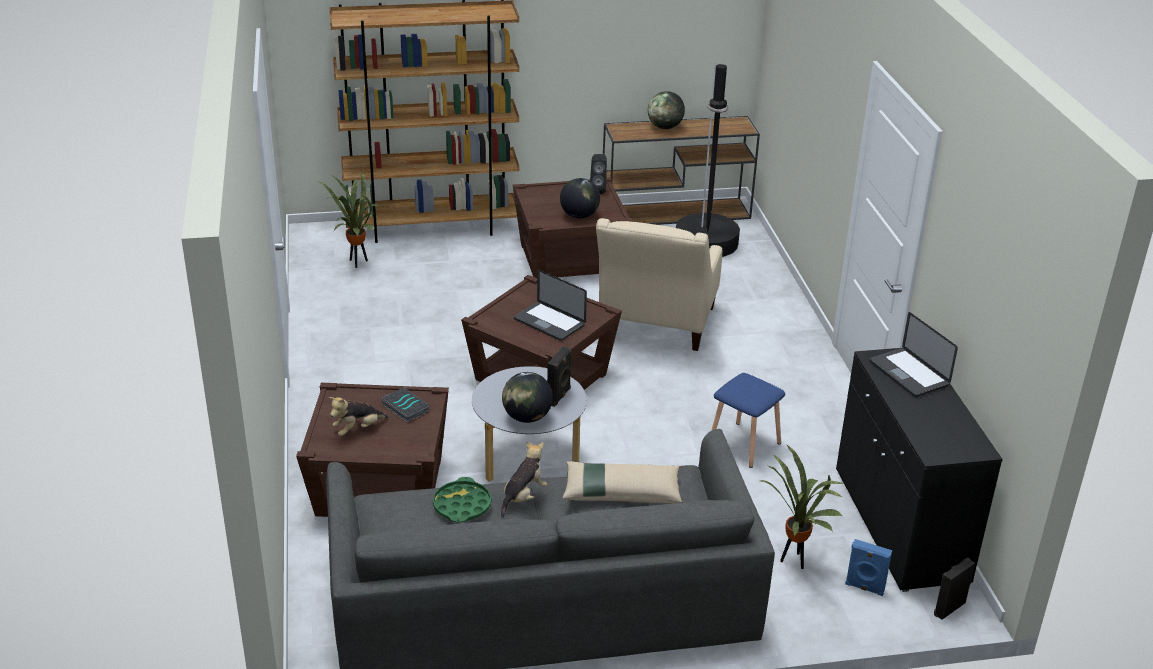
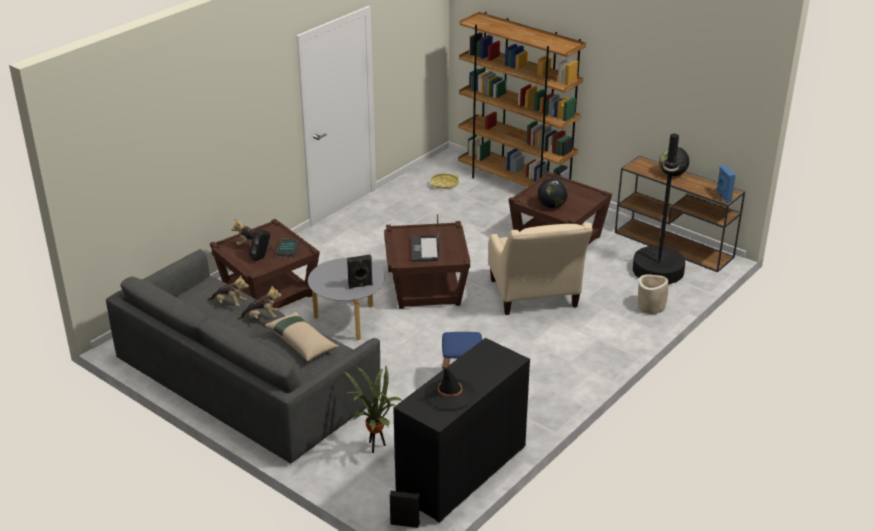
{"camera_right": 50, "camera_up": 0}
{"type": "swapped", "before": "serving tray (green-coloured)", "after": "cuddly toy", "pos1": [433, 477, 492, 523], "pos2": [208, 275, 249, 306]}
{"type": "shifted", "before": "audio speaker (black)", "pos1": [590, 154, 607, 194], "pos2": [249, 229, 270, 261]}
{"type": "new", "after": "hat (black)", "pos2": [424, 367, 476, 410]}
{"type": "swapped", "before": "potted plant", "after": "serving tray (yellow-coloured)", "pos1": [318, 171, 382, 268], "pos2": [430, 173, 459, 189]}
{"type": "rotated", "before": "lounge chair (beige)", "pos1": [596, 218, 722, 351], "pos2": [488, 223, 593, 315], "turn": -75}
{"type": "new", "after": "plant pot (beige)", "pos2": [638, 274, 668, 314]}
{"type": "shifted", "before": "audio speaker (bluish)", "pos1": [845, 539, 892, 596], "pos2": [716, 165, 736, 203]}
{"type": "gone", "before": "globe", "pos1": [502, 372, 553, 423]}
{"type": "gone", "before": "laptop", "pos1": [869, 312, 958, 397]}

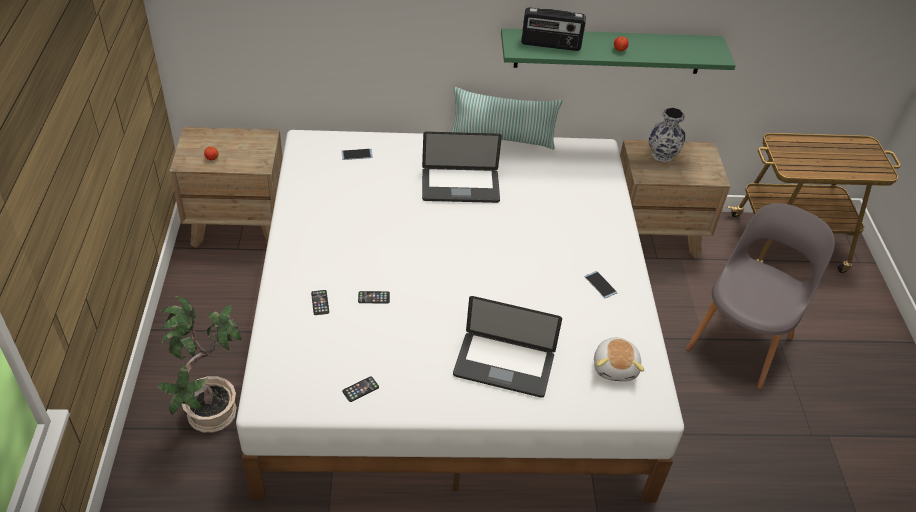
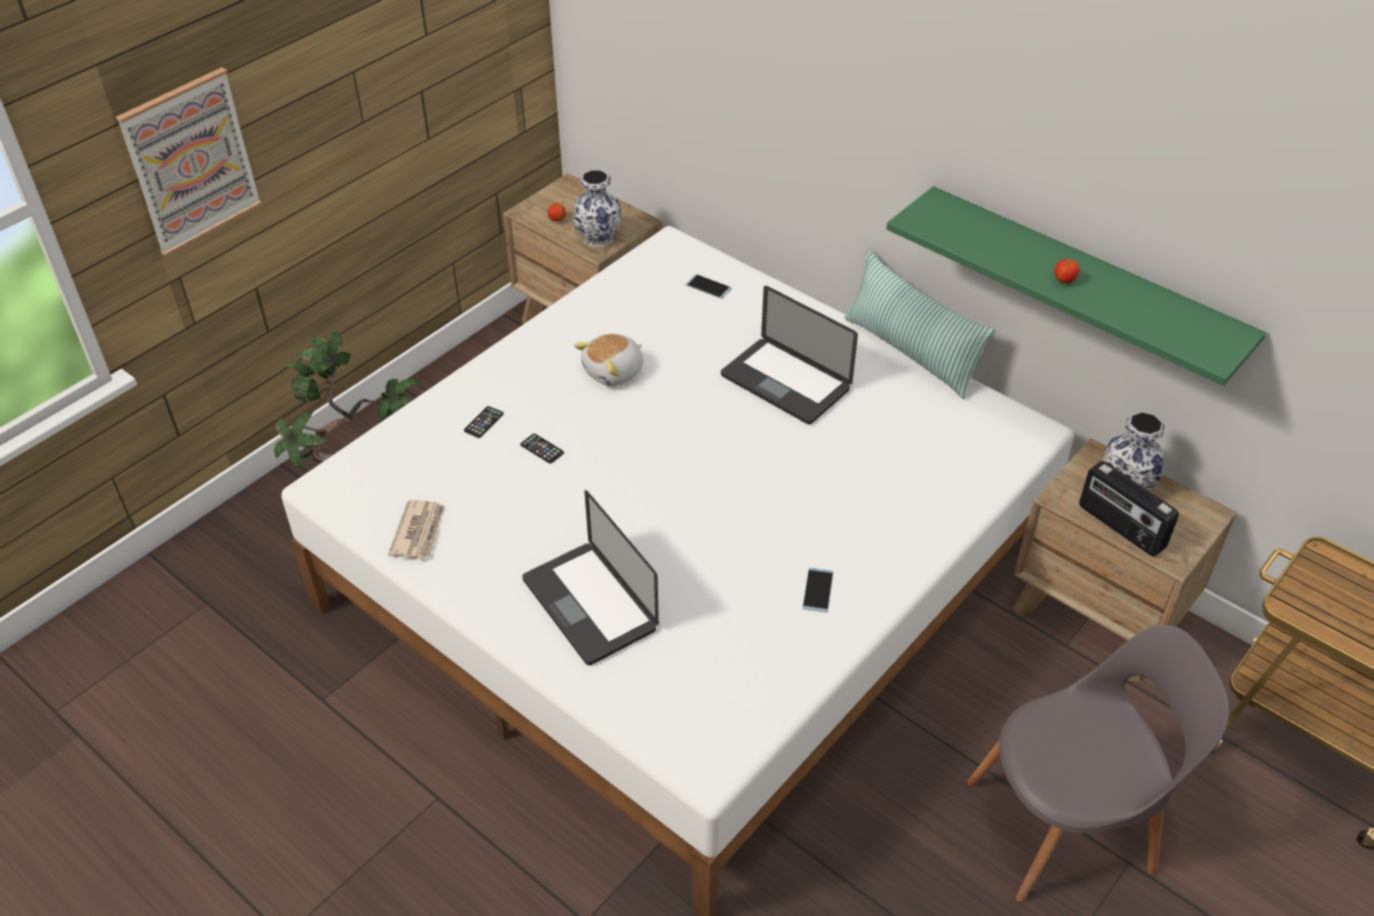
{"camera_right": 45, "camera_up": 0}
{"type": "new", "after": "wall art", "pos2": [116, 67, 262, 256]}
{"type": "swapped", "before": "telephone", "after": "printed paper", "pos1": [342, 376, 379, 402], "pos2": [388, 500, 444, 560]}
{"type": "new", "after": "vase", "pos2": [573, 170, 622, 247]}
{"type": "shifted", "before": "cuddly toy", "pos1": [594, 337, 644, 382], "pos2": [574, 334, 643, 386]}
{"type": "shifted", "before": "radio set", "pos1": [521, 7, 586, 51], "pos2": [1079, 461, 1179, 557]}

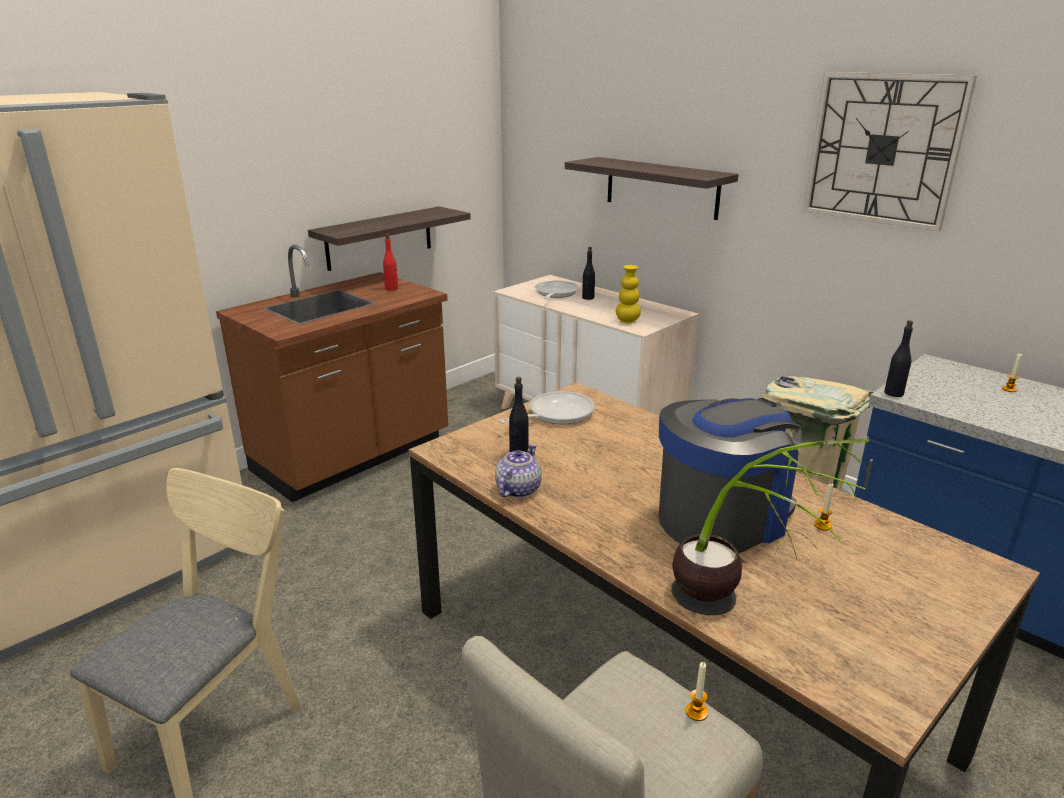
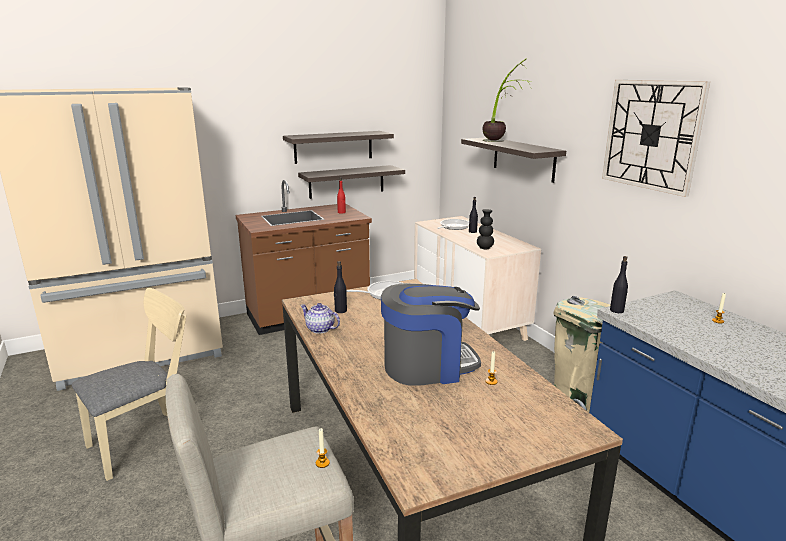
{"camera_right": 20, "camera_up": -5}
{"type": "new", "after": "bracket shelf", "pos2": [283, 131, 394, 164]}
{"type": "rotated", "before": "teapot", "pos1": [495, 444, 541, 498], "pos2": [300, 303, 340, 334], "turn": -105}
{"type": "repainted", "before": "vase (yellow-coloured)", "after": "vase (black)", "pos1": [616, 265, 641, 323], "pos2": [477, 209, 494, 249]}
{"type": "shifted", "before": "potted plant", "pos1": [671, 439, 869, 615], "pos2": [483, 58, 532, 142]}

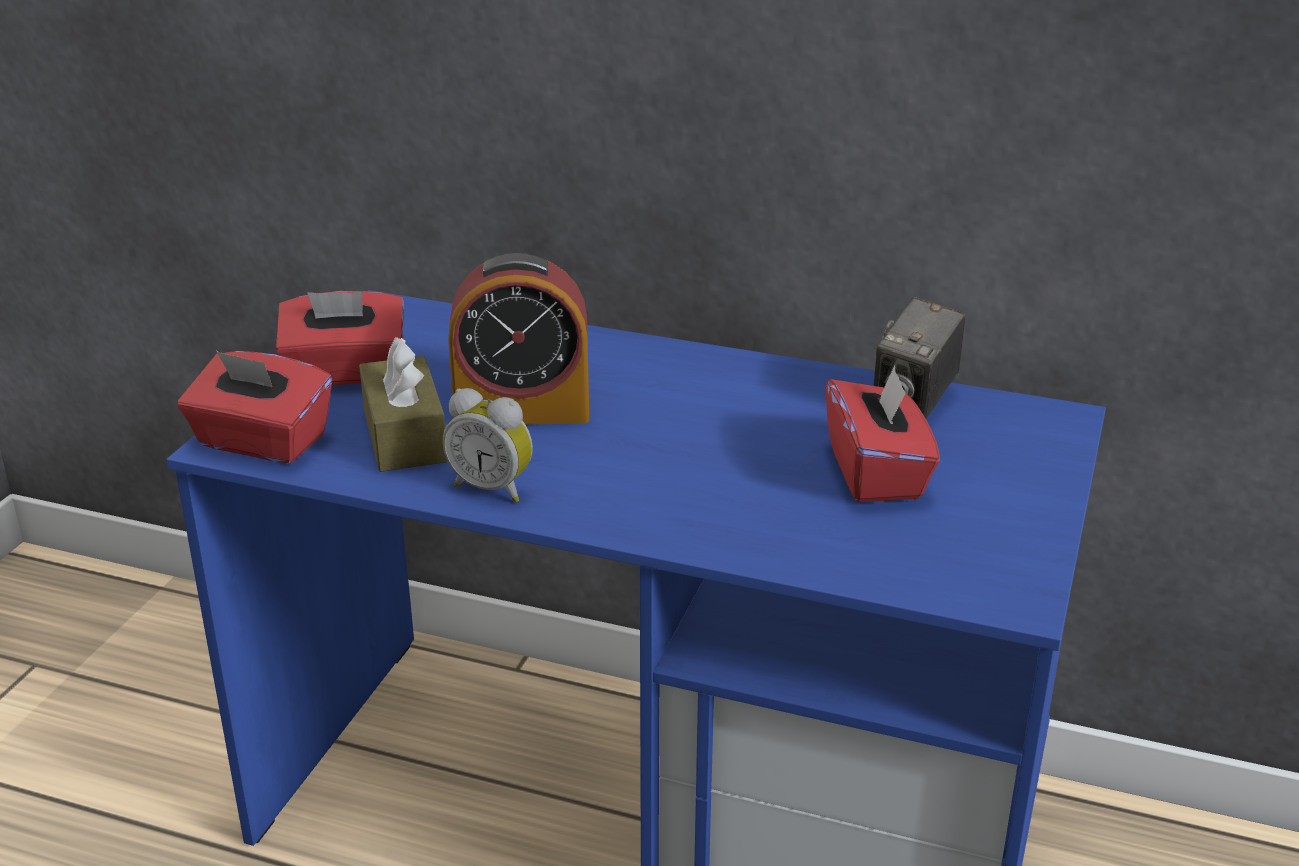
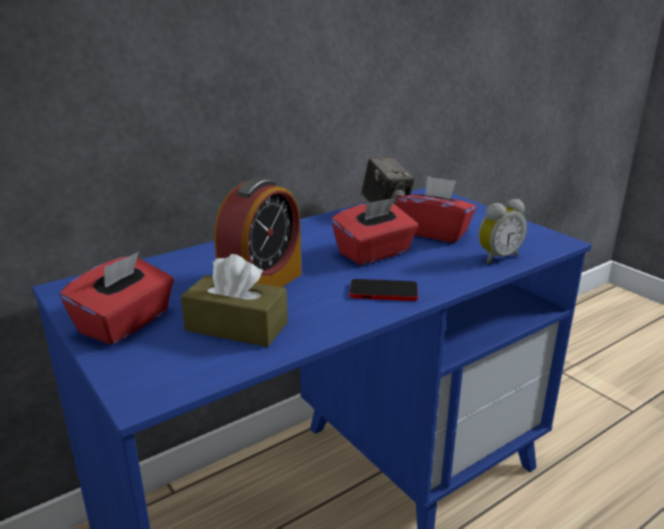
{"camera_right": -55, "camera_up": -5}
{"type": "shifted", "before": "box of tissues (red)", "pos1": [178, 351, 332, 463], "pos2": [331, 197, 418, 265]}
{"type": "new", "after": "telephone", "pos2": [349, 279, 418, 301]}
{"type": "shifted", "before": "table clock", "pos1": [443, 388, 533, 502], "pos2": [478, 199, 527, 264]}

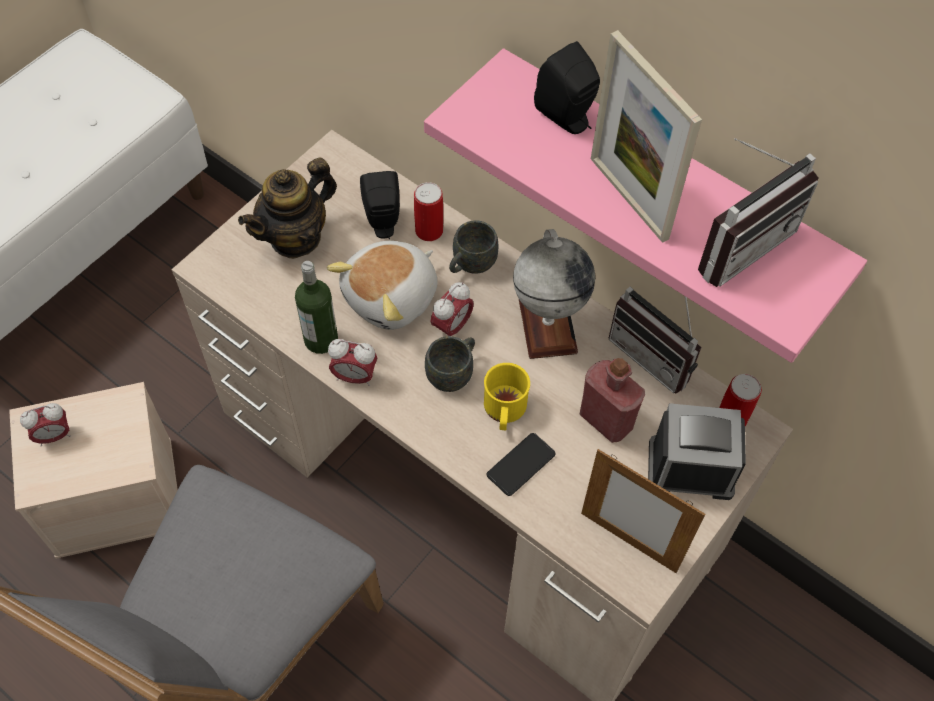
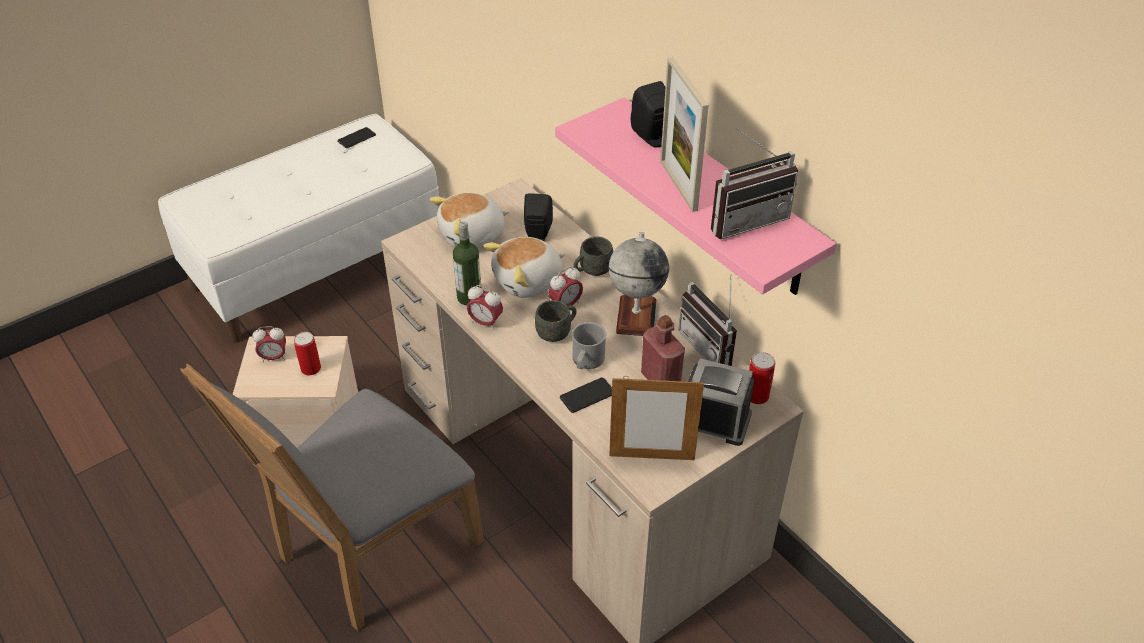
{"camera_right": 15, "camera_up": -15}
{"type": "shifted", "before": "sealed can", "pos1": [414, 182, 443, 241], "pos2": [294, 332, 321, 375]}
{"type": "new", "after": "telephone", "pos2": [337, 127, 376, 148]}
{"type": "swapped", "before": "teapot", "after": "cuddly toy", "pos1": [238, 157, 337, 259], "pos2": [430, 193, 509, 248]}
{"type": "repainted", "before": "tea mug (yellow-coloured)", "after": "tea mug (grey)", "pos1": [484, 363, 530, 430], "pos2": [572, 322, 606, 369]}
{"type": "rotated", "before": "picture frame", "pos1": [581, 449, 705, 573], "pos2": [609, 376, 704, 460], "turn": -45}

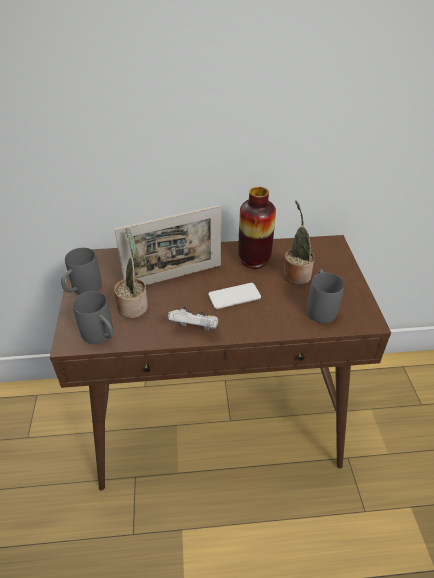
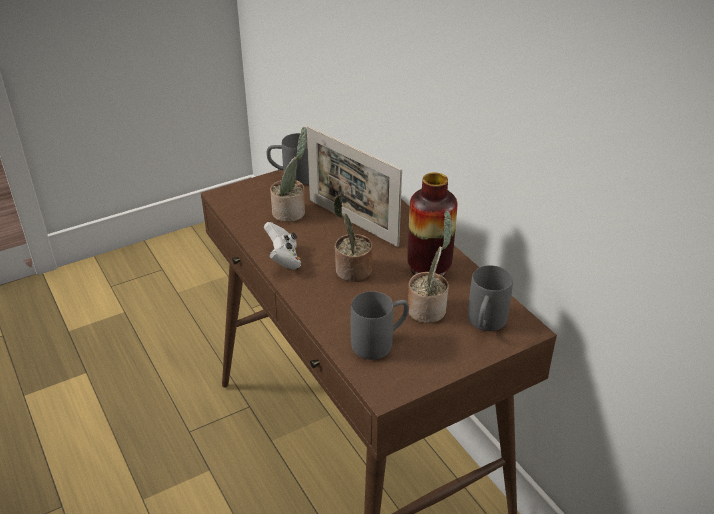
{"camera_right": 65, "camera_up": -5}
{"type": "swapped", "before": "telephone", "after": "potted plant", "pos1": [208, 283, 261, 309], "pos2": [333, 194, 373, 282]}
{"type": "shifted", "before": "tea mug (grey)", "pos1": [73, 291, 114, 344], "pos2": [468, 265, 513, 331]}

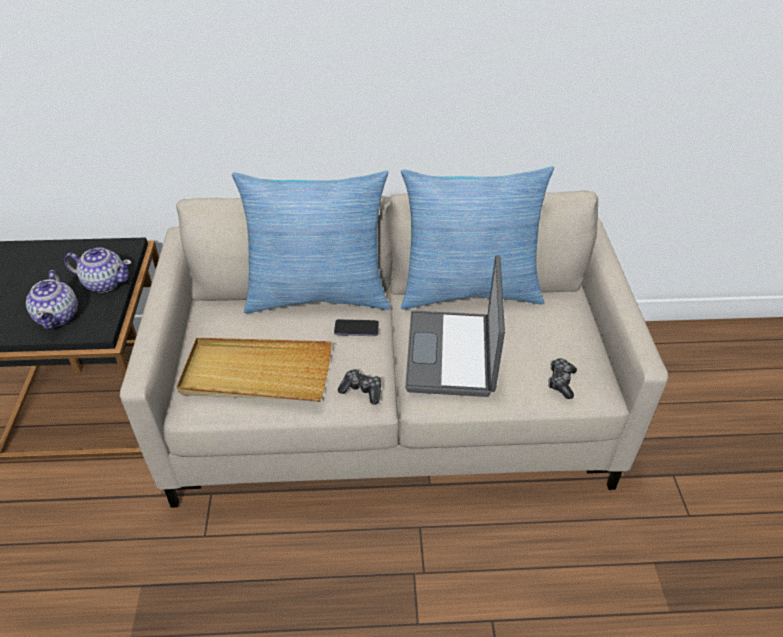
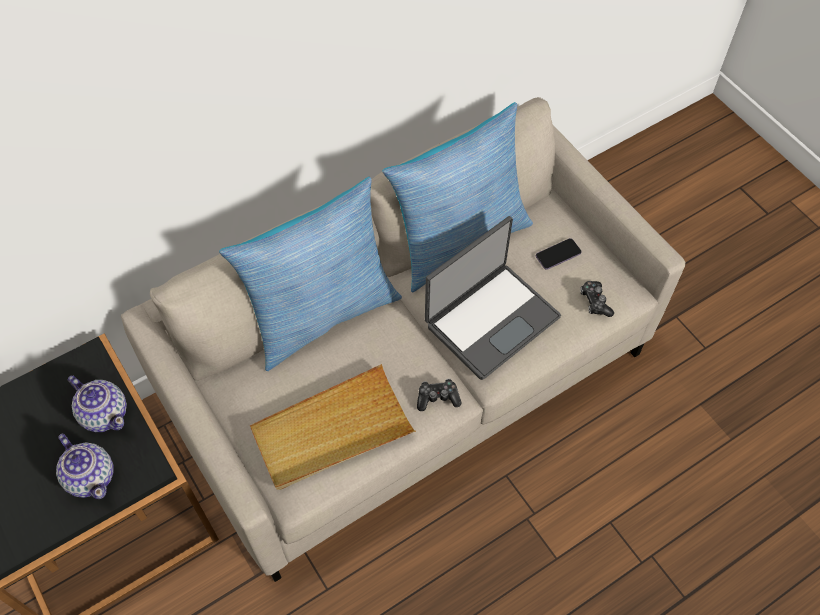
{"camera_right": -30, "camera_up": 15}
{"type": "rotated", "before": "teapot", "pos1": [64, 248, 131, 293], "pos2": [68, 376, 127, 432], "turn": 60}
{"type": "rotated", "before": "laptop", "pos1": [405, 255, 505, 397], "pos2": [425, 216, 561, 380], "turn": -105}
{"type": "shifted", "before": "telephone", "pos1": [334, 319, 379, 336], "pos2": [536, 238, 582, 270]}

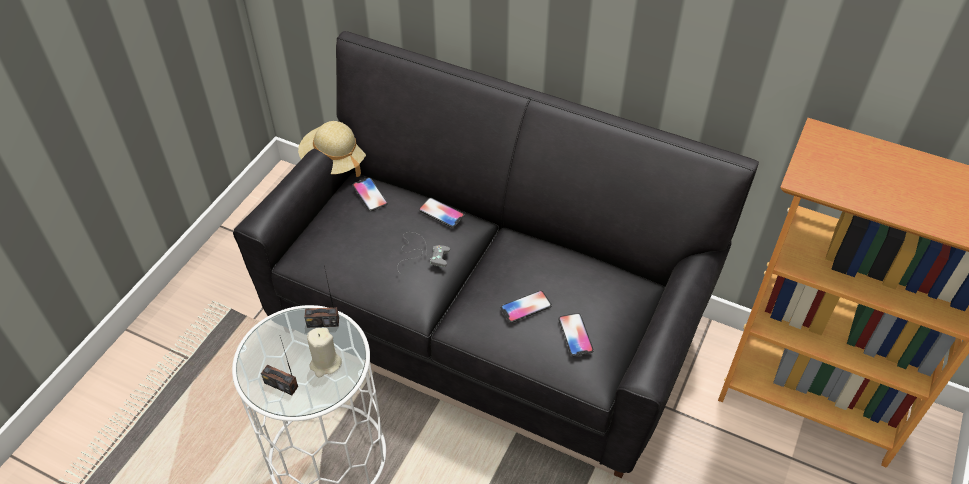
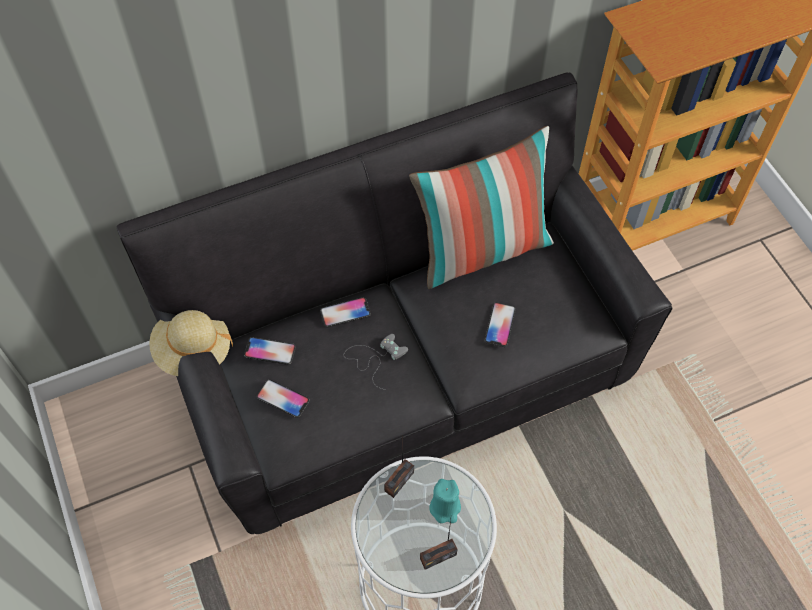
{"camera_right": -50, "camera_up": 10}
{"type": "shifted", "before": "telephone", "pos1": [558, 313, 594, 356], "pos2": [256, 379, 310, 418]}
{"type": "new", "after": "pillow", "pos2": [409, 126, 554, 289]}
{"type": "repainted", "before": "wax light (beige)", "after": "wax light (turquoise-coloured)", "pos1": [307, 328, 342, 377], "pos2": [429, 479, 461, 523]}

